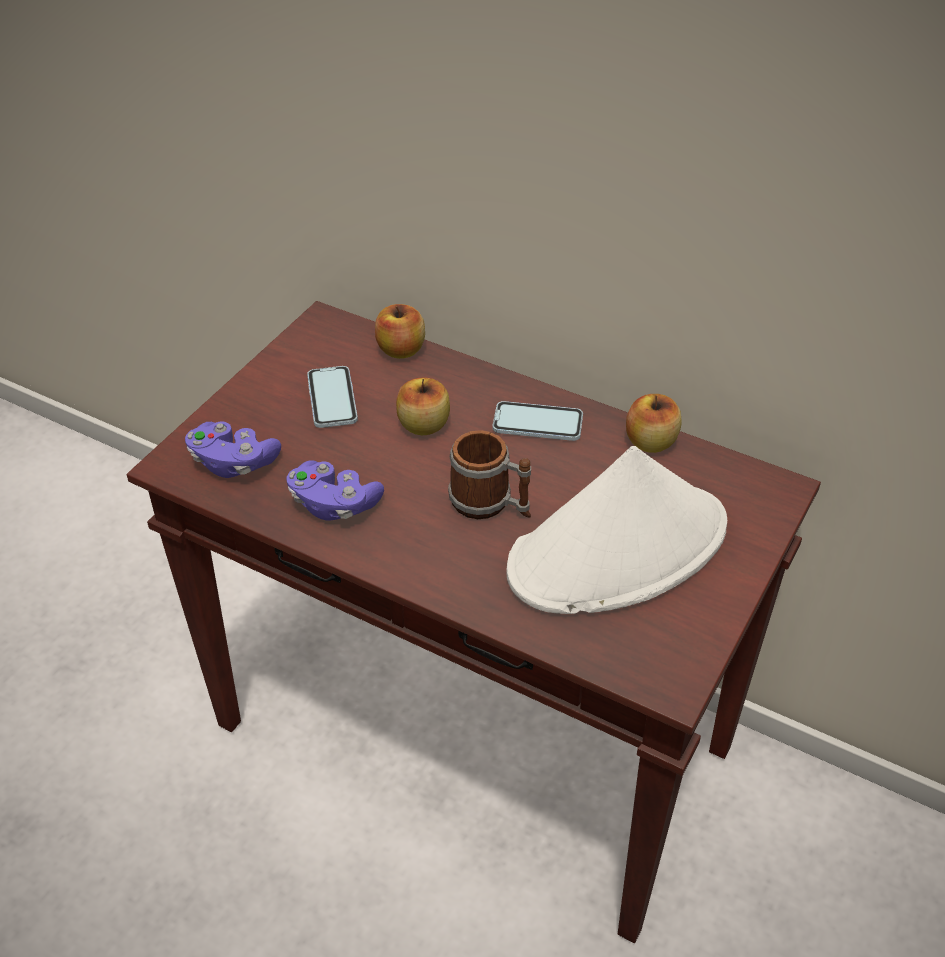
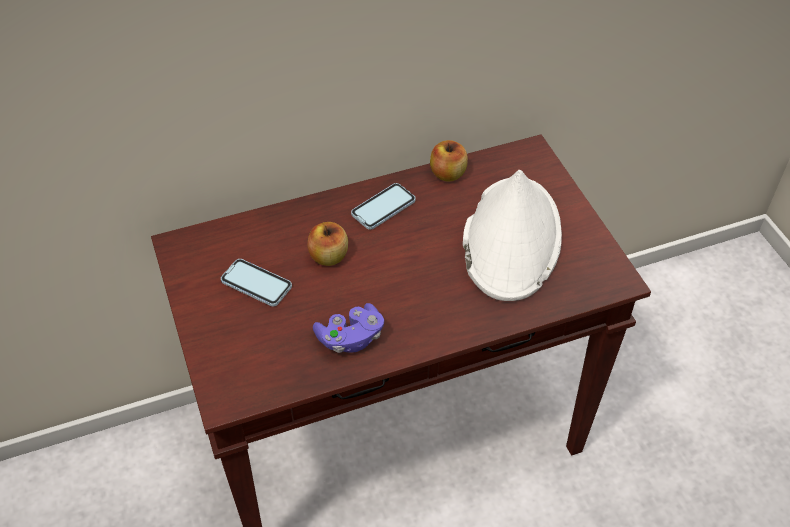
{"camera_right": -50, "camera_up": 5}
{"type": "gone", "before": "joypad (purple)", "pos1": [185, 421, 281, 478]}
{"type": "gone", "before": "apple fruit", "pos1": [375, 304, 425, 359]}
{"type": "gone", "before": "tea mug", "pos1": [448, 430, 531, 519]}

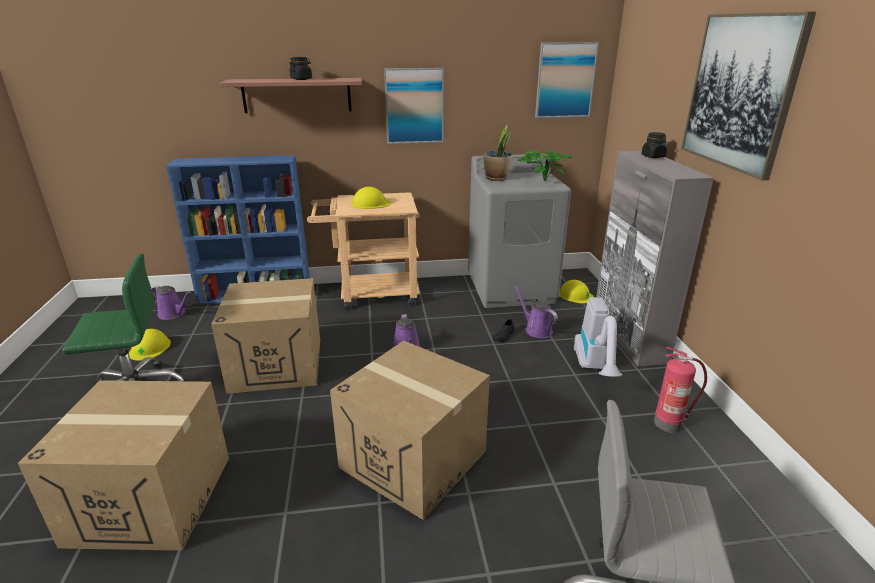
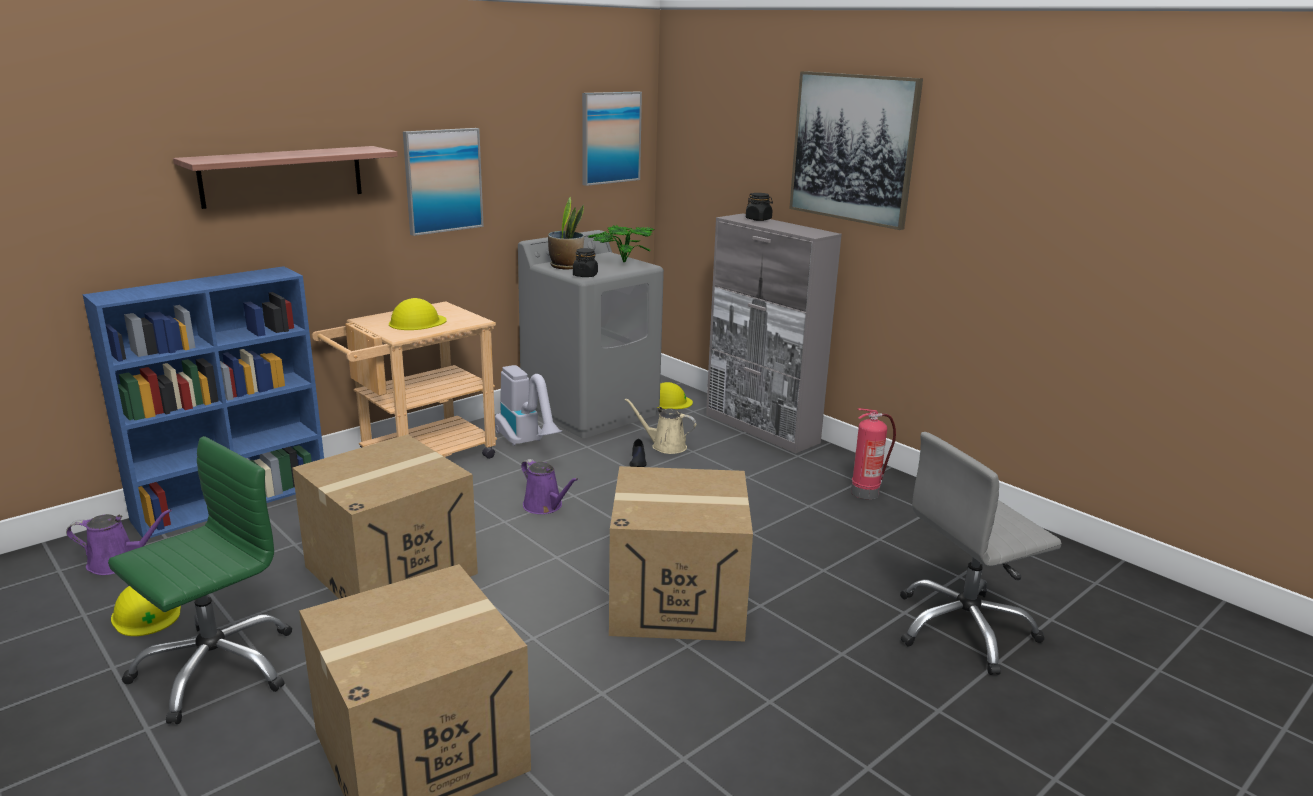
{"camera_right": -35, "camera_up": -5}
{"type": "shifted", "before": "vacuum cleaner", "pos1": [574, 297, 622, 377], "pos2": [495, 365, 562, 446]}
{"type": "shifted", "before": "storage jar (black)", "pos1": [289, 57, 312, 80], "pos2": [573, 248, 598, 277]}
{"type": "repainted", "before": "watering pot (purple)", "after": "watering pot (beige)", "pos1": [514, 286, 558, 338], "pos2": [624, 398, 696, 454]}

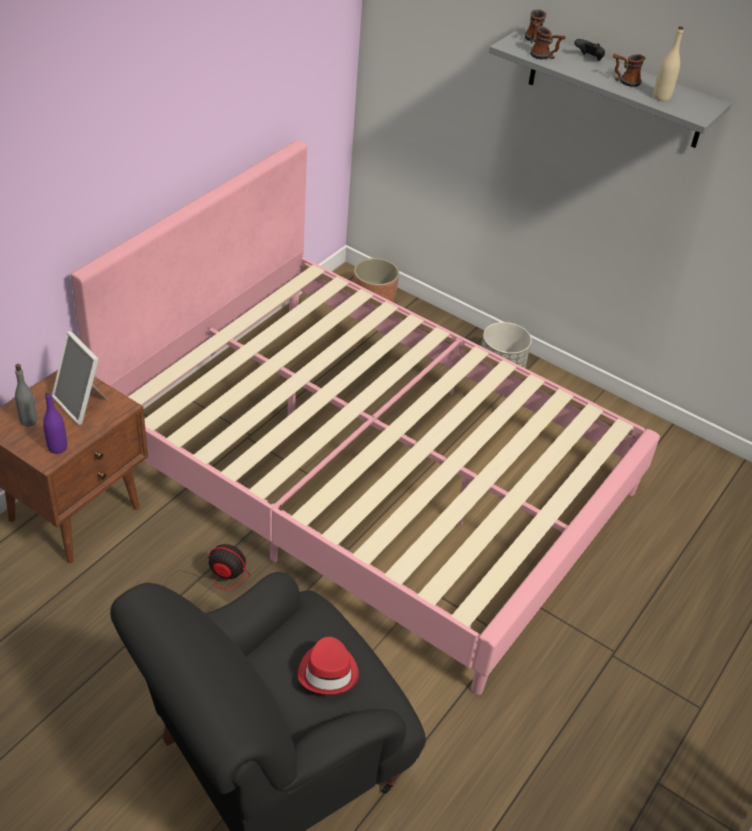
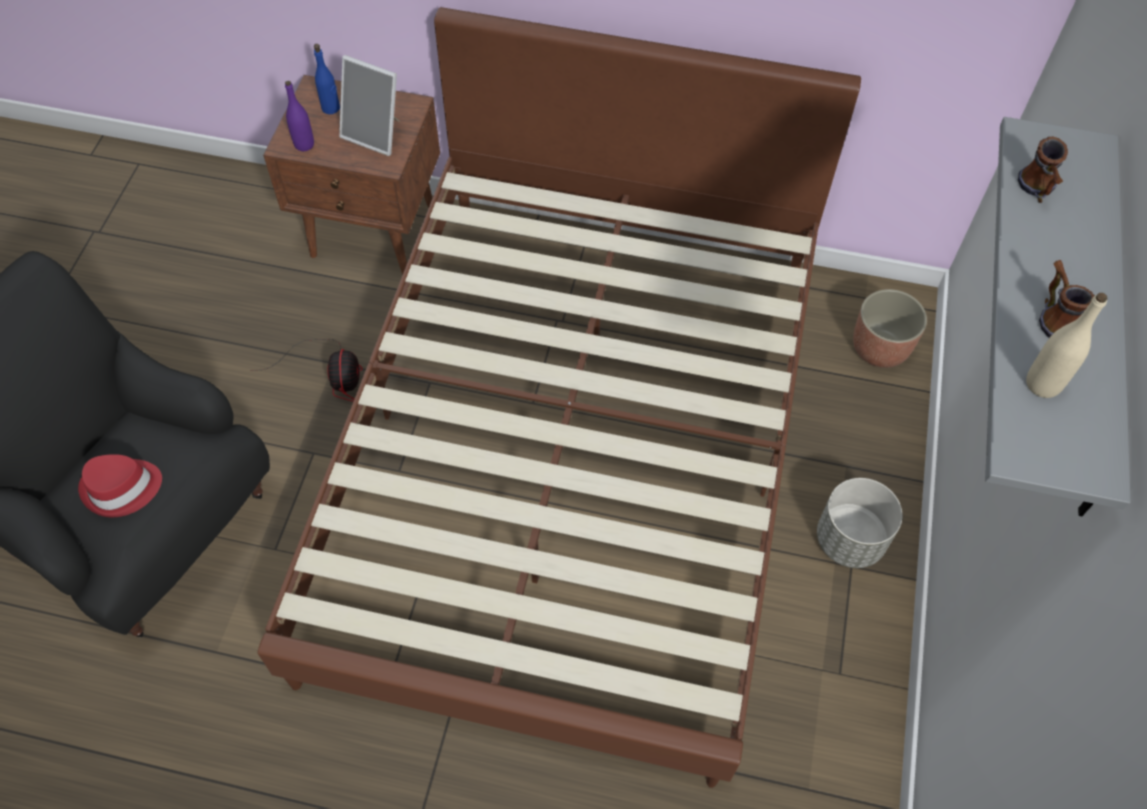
{"camera_right": 70, "camera_up": 15}
{"type": "repainted", "before": "sleeping bed (pinkish)", "after": "sleeping bed (brownish)", "pos1": [71, 140, 660, 695], "pos2": [258, 7, 861, 788]}
{"type": "repainted", "before": "beverage bottle (grey)", "after": "beverage bottle (bluish)", "pos1": [15, 364, 38, 426], "pos2": [314, 44, 340, 114]}
{"type": "rotated", "before": "picture frame", "pos1": [52, 331, 109, 425], "pos2": [339, 55, 399, 156], "turn": -90}
{"type": "gone", "before": "tea mug", "pos1": [525, 9, 546, 43]}
{"type": "gone", "before": "joypad (black)", "pos1": [574, 39, 605, 61]}

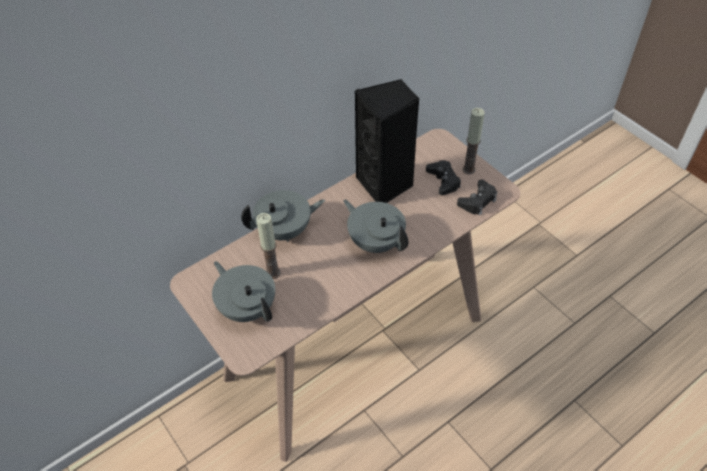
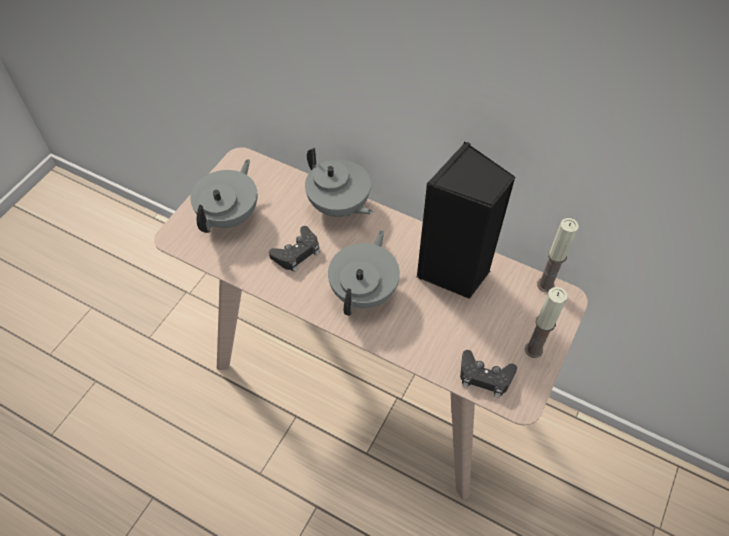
{"camera_right": 65, "camera_up": 5}
{"type": "shifted", "before": "joypad (black)", "pos1": [426, 160, 461, 195], "pos2": [269, 226, 320, 272]}
{"type": "shifted", "before": "wax light", "pos1": [256, 213, 281, 279], "pos2": [537, 218, 579, 292]}

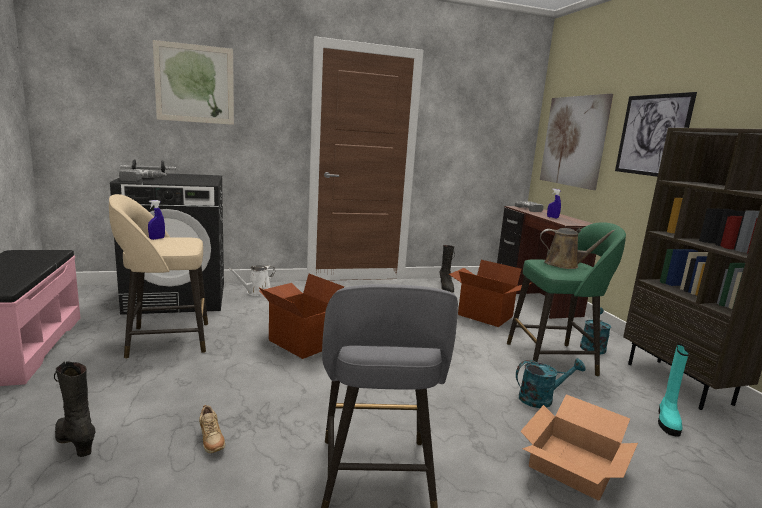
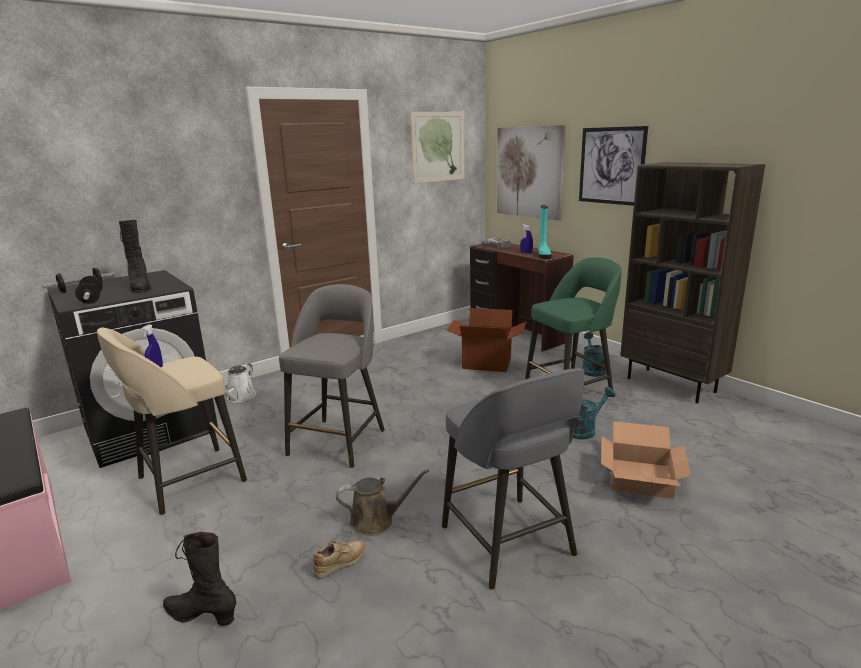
{"camera_right": -20, "camera_up": 5}
{"type": "swapped", "before": "power drill", "after": "dumbbell", "pos1": [119, 169, 166, 182], "pos2": [75, 276, 103, 304]}
{"type": "shifted", "before": "high-top boot (black)", "pos1": [440, 245, 455, 293], "pos2": [118, 220, 151, 293]}
{"type": "swapped", "before": "carton", "after": "stool (grey)", "pos1": [259, 274, 344, 359], "pos2": [279, 284, 385, 468]}
{"type": "rotated", "before": "low shoe (beige)", "pos1": [199, 405, 225, 453], "pos2": [313, 540, 365, 579], "turn": -75}
{"type": "shifted", "before": "watering pot (brownish)", "pos1": [540, 228, 615, 269], "pos2": [336, 469, 429, 536]}
{"type": "shifted", "before": "wall art", "pos1": [153, 40, 234, 125], "pos2": [410, 112, 465, 183]}
{"type": "shifted", "before": "high-top boot (turquoise-coloured)", "pos1": [658, 343, 689, 437], "pos2": [538, 205, 551, 259]}

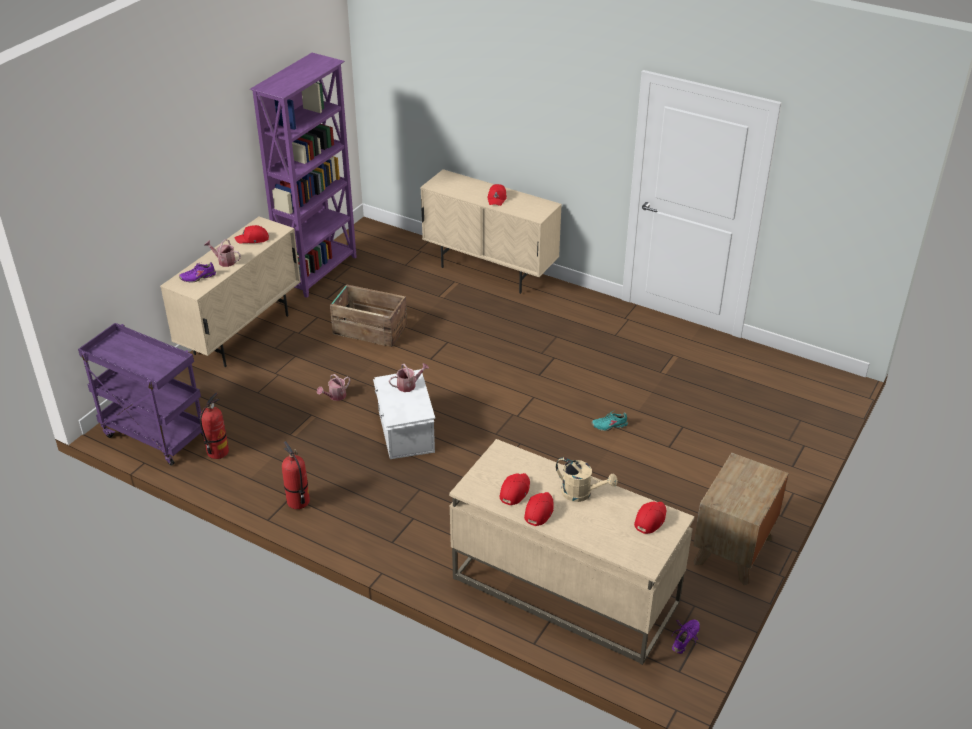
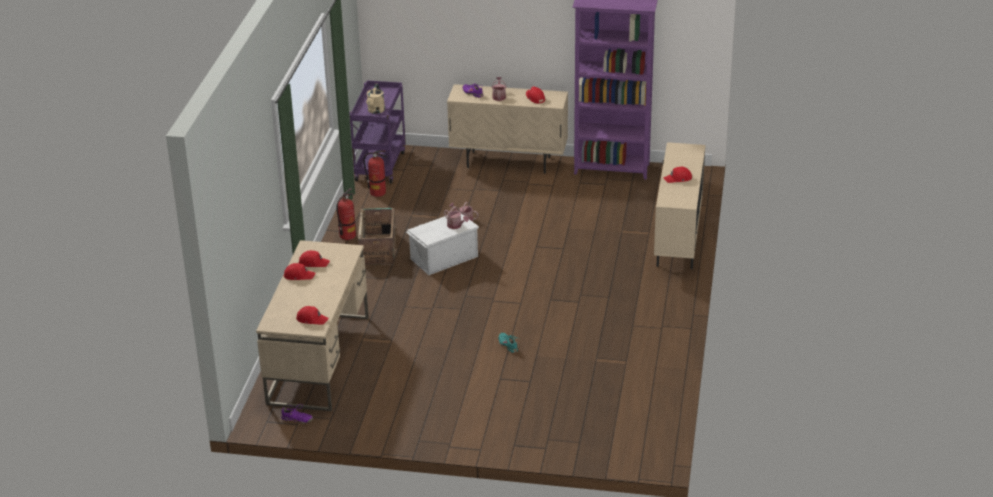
{"camera_right": 70, "camera_up": -5}
{"type": "shifted", "before": "shipping crate", "pos1": [330, 284, 407, 347], "pos2": [358, 208, 396, 265]}
{"type": "shifted", "before": "watering pot (beige)", "pos1": [556, 457, 618, 502], "pos2": [366, 84, 385, 114]}
{"type": "gone", "before": "bedside table (brownish)", "pos1": [693, 453, 789, 585]}

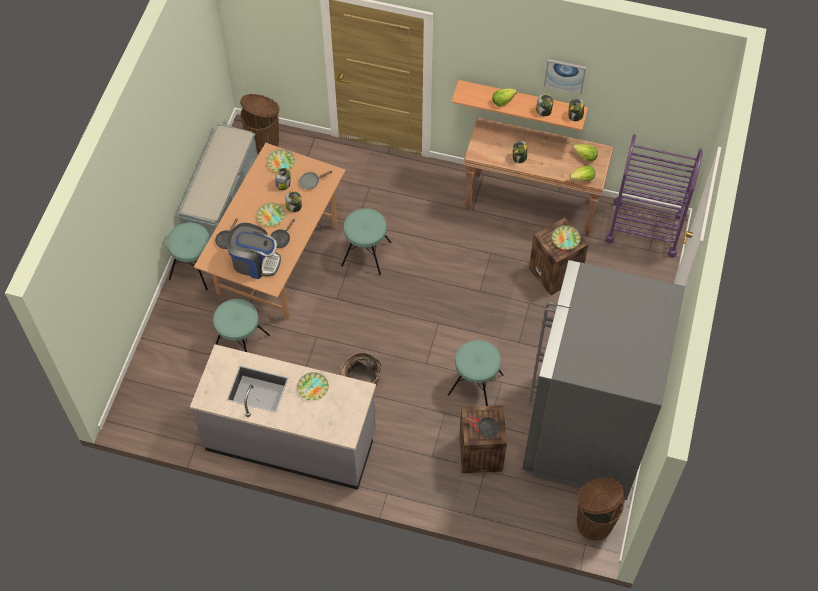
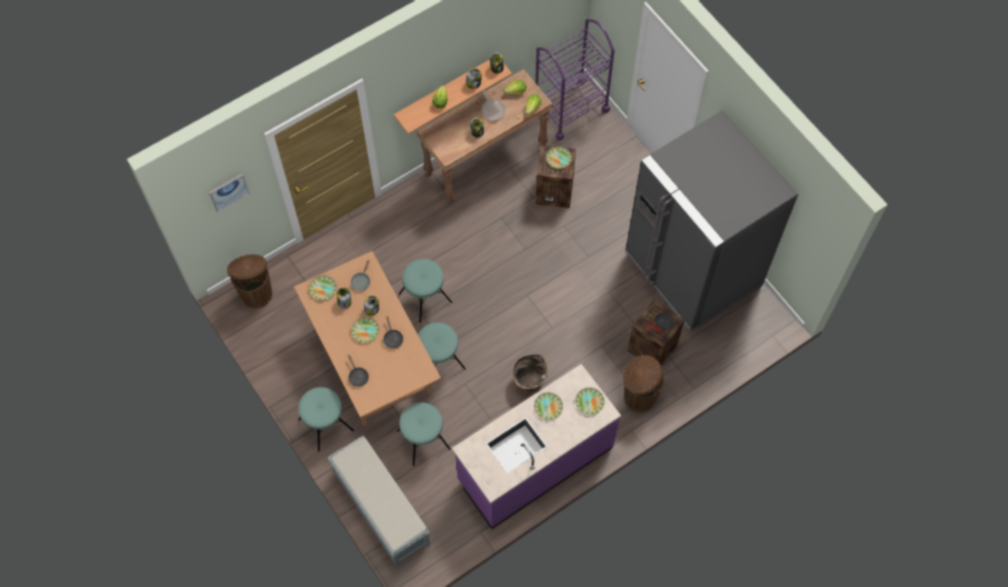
{"camera_right": -50, "camera_up": 5}
{"type": "shifted", "before": "wall art", "pos1": [544, 59, 586, 94], "pos2": [209, 174, 249, 212]}
{"type": "shifted", "before": "indoor bench (grey)", "pos1": [178, 123, 258, 238], "pos2": [327, 436, 430, 567]}
{"type": "shifted", "before": "stool (turquoise-coloured)", "pos1": [448, 340, 503, 406], "pos2": [418, 322, 466, 384]}
{"type": "repainted", "before": "kitchen counter (grey)", "after": "kitchen counter (purple)", "pos1": [190, 344, 376, 490], "pos2": [452, 364, 621, 529]}
{"type": "new", "after": "skillet", "pos2": [481, 91, 506, 121]}
{"type": "new", "after": "flat dish", "pos2": [575, 388, 605, 415]}
{"type": "shifted", "before": "trash can (brownish)", "pos1": [577, 477, 624, 540], "pos2": [623, 355, 664, 412]}
{"type": "gone", "before": "coffee maker", "pos1": [227, 223, 281, 279]}

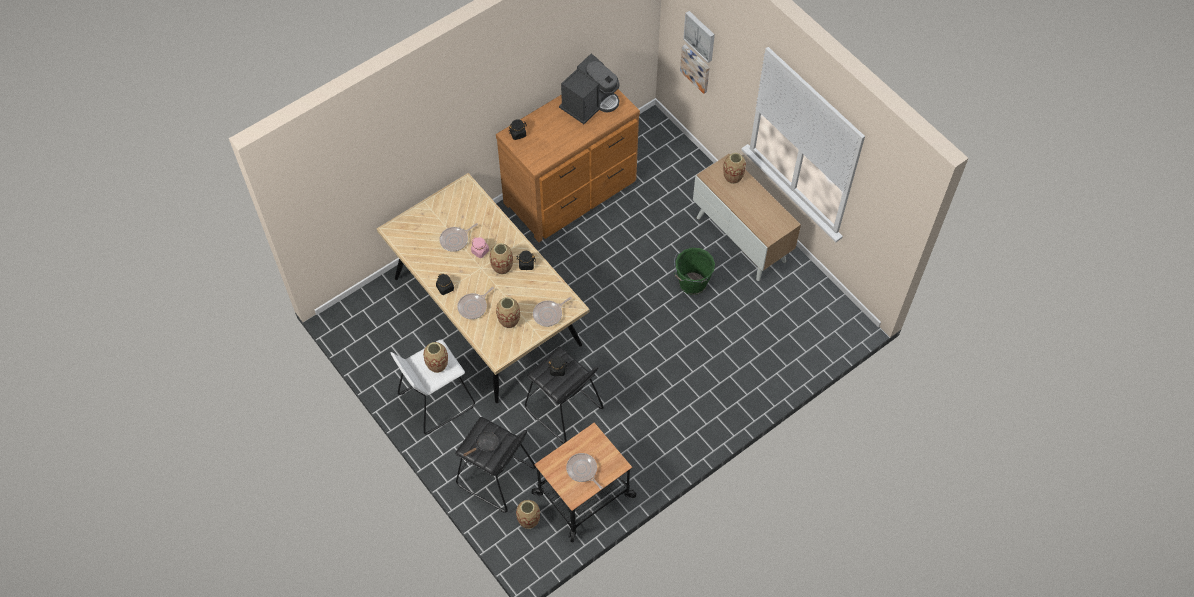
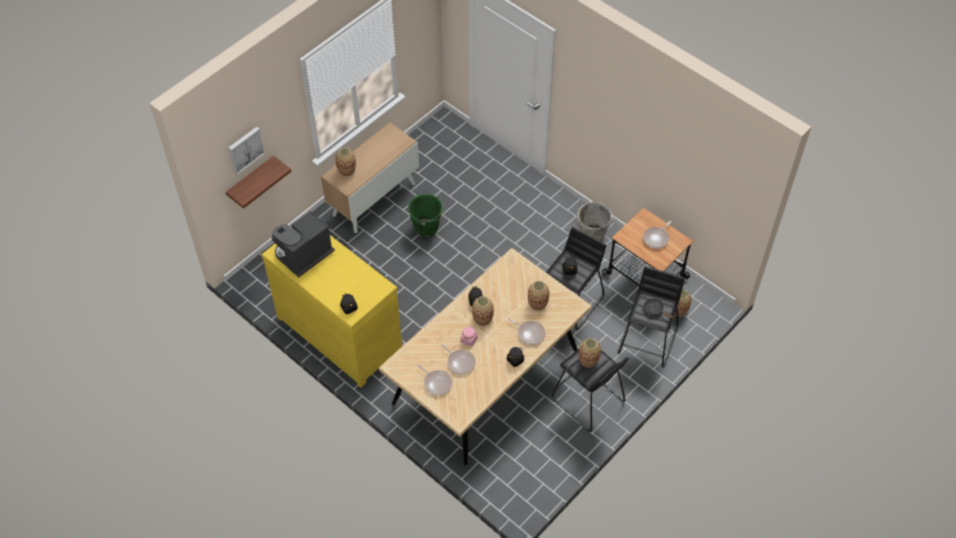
{"camera_right": -100, "camera_up": -5}
{"type": "swapped", "before": "wall art", "after": "bracket shelf", "pos1": [680, 45, 710, 94], "pos2": [226, 156, 292, 209]}
{"type": "repainted", "before": "dresser (brownish)", "after": "dresser (yellow-coloured)", "pos1": [496, 89, 640, 242], "pos2": [262, 235, 402, 388]}
{"type": "rotated", "before": "coffee maker", "pos1": [559, 54, 619, 124], "pos2": [272, 211, 335, 278], "turn": -75}
{"type": "shifted", "before": "skillet", "pos1": [533, 297, 572, 327], "pos2": [418, 365, 452, 395]}
{"type": "repainted", "before": "stool (white-coloured)", "after": "stool (black)", "pos1": [391, 339, 475, 435], "pos2": [552, 349, 629, 432]}
{"type": "new", "after": "pail (grey)", "pos2": [574, 202, 612, 242]}

